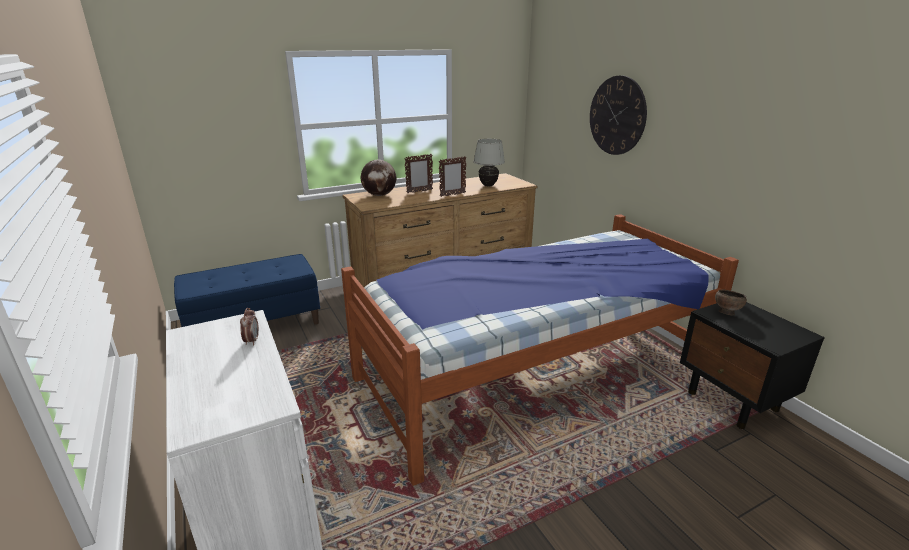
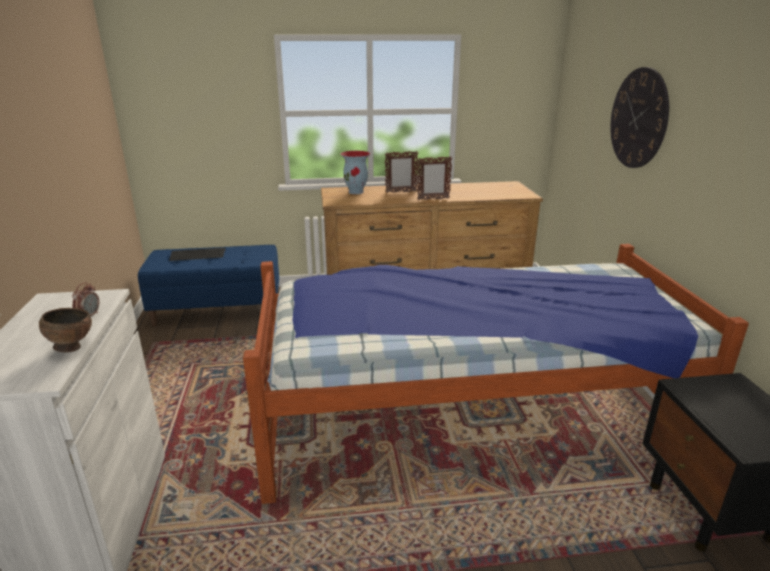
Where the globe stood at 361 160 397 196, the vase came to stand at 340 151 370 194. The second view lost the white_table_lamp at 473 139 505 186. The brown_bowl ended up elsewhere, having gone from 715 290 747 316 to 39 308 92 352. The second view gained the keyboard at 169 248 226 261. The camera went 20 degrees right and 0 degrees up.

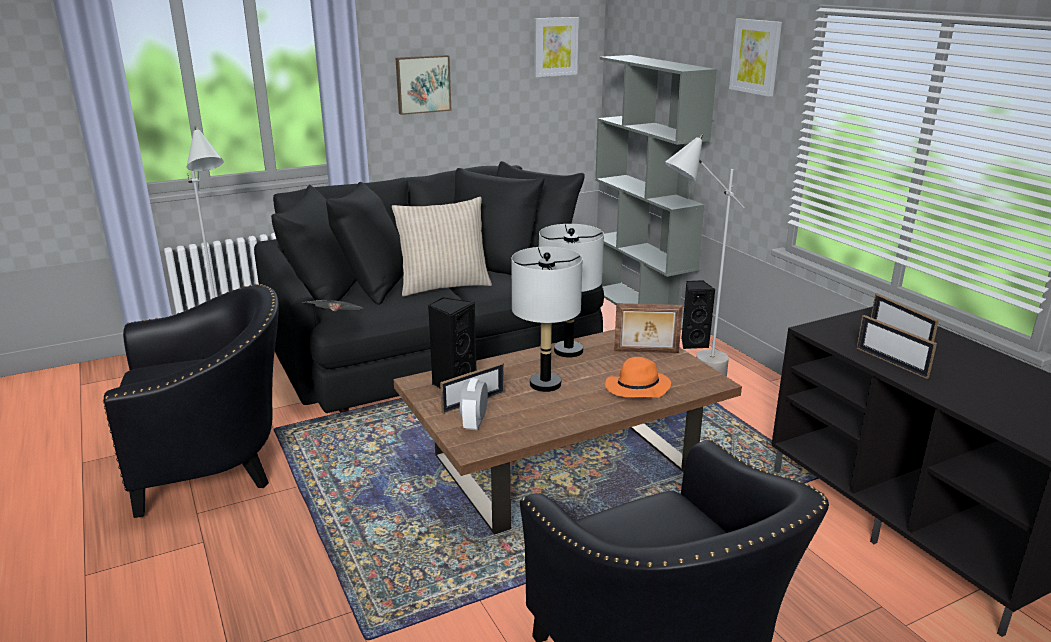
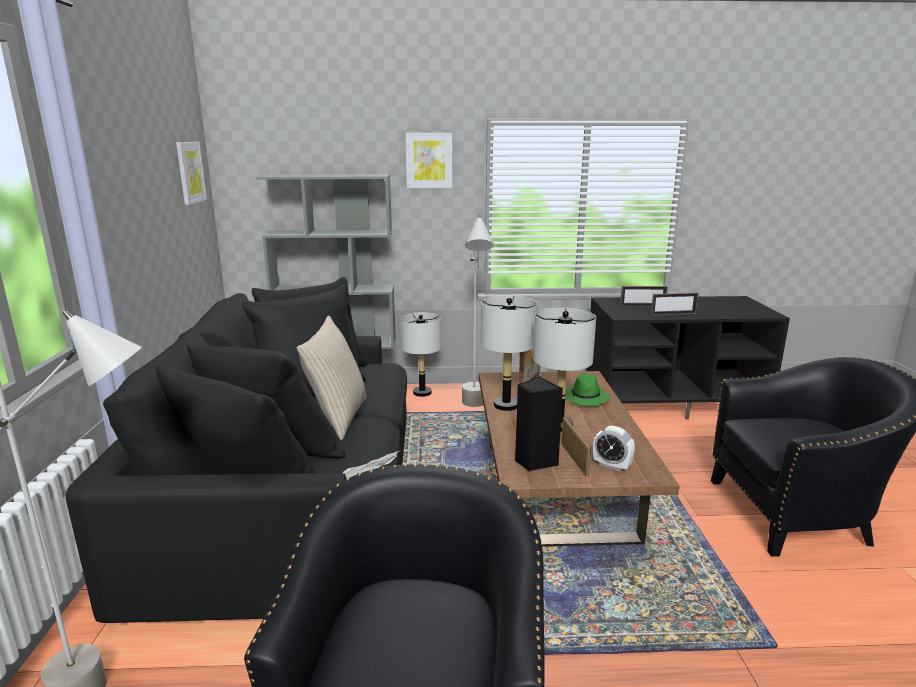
The second view lost the picture at 395 55 452 115. What was the orange_hat at 605 357 671 398 turned into the green_hat at 565 374 610 406. Where the black_speaker stood at 681 280 716 349, the grey_table_lamp came to stand at 401 312 441 397. The camera went 65 degrees left and 5 degrees down.

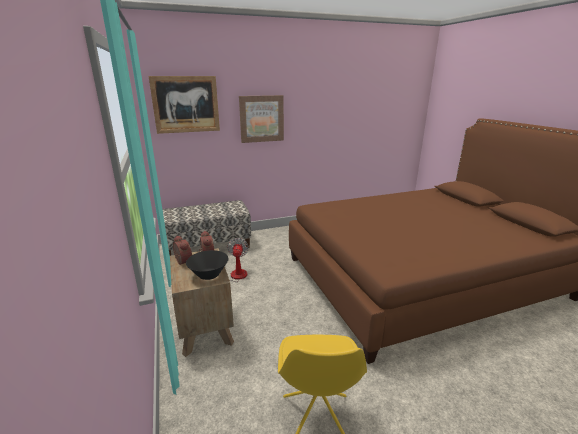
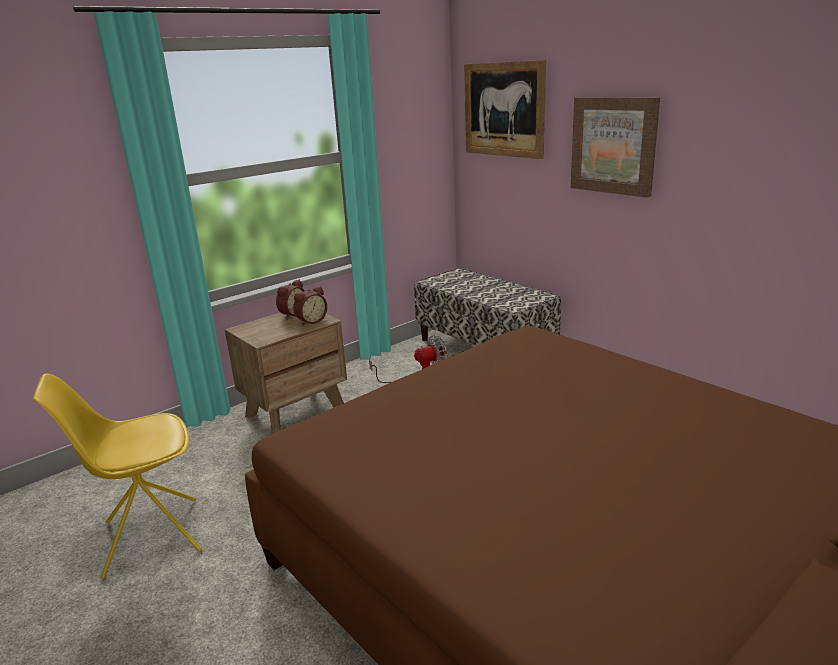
The second view lost the black_bowl at 186 250 229 280. The camera went 70 degrees right and 0 degrees up.

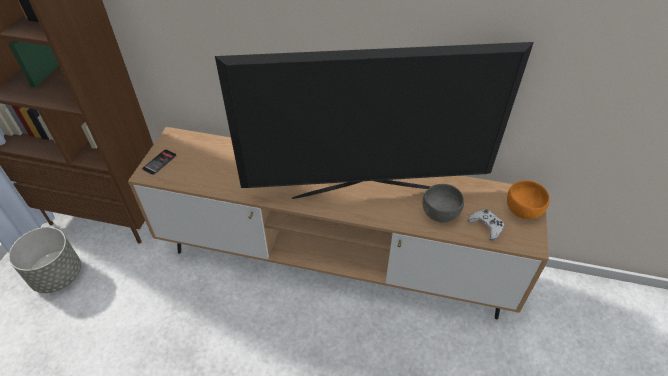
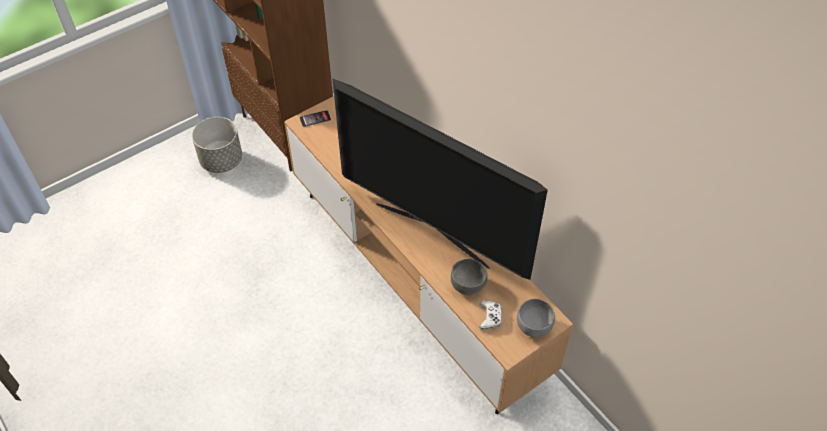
What was the orange_bowl at 507 180 550 219 turned into the grey_bowl at 517 299 555 337. The camera went 40 degrees right and 5 degrees up.

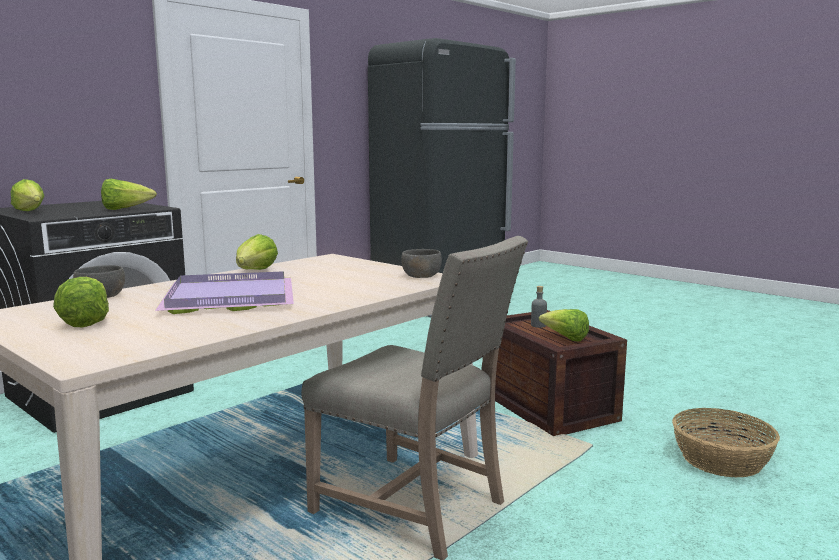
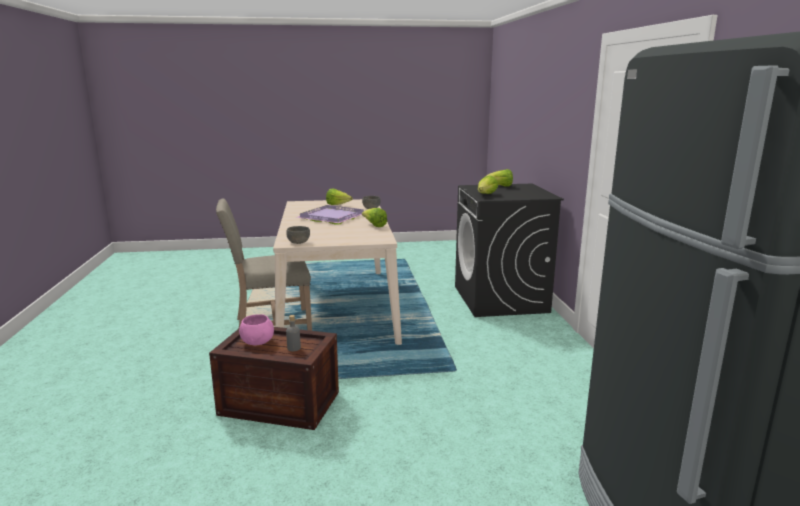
Where the lettuce stood at 539 309 589 342, the pink_bowl came to stand at 239 314 274 345. The second view lost the basket at 672 408 780 477. The camera went 130 degrees right and 5 degrees up.

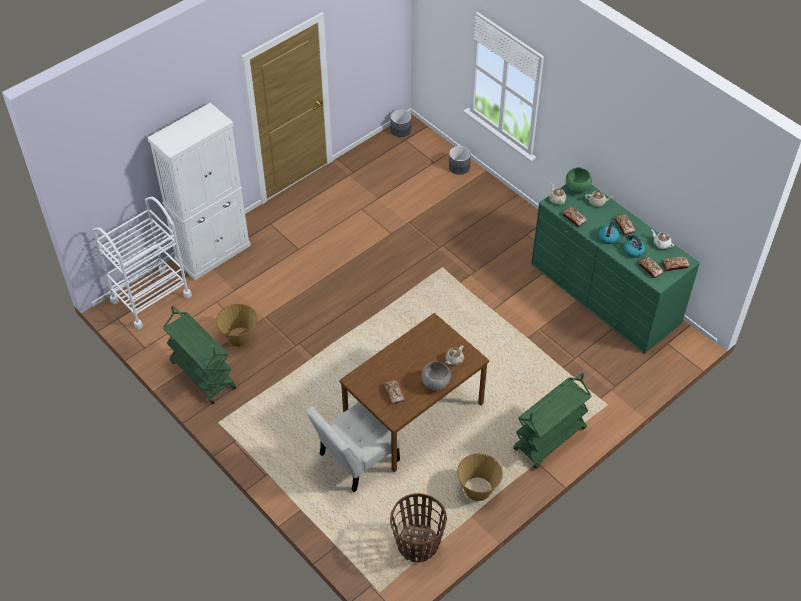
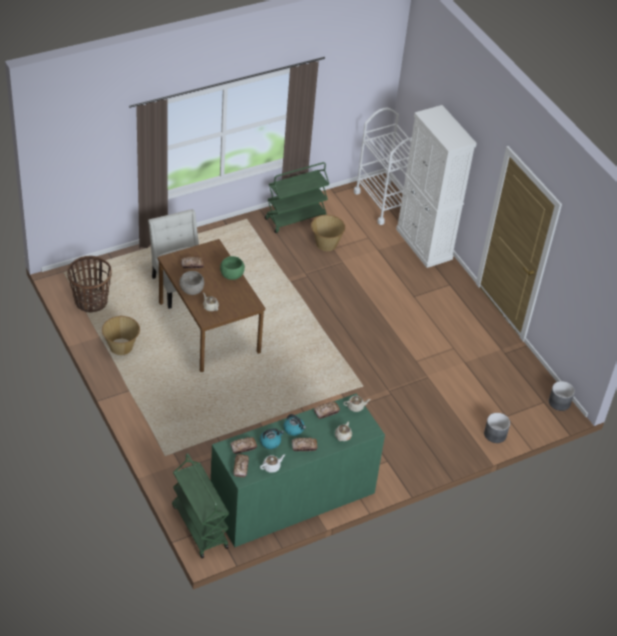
The green_cart ended up elsewhere, having gone from 513 373 592 469 to 172 453 229 558. The green_bowl ended up elsewhere, having gone from 566 167 592 193 to 220 256 245 280. The camera went 100 degrees right and 5 degrees down.

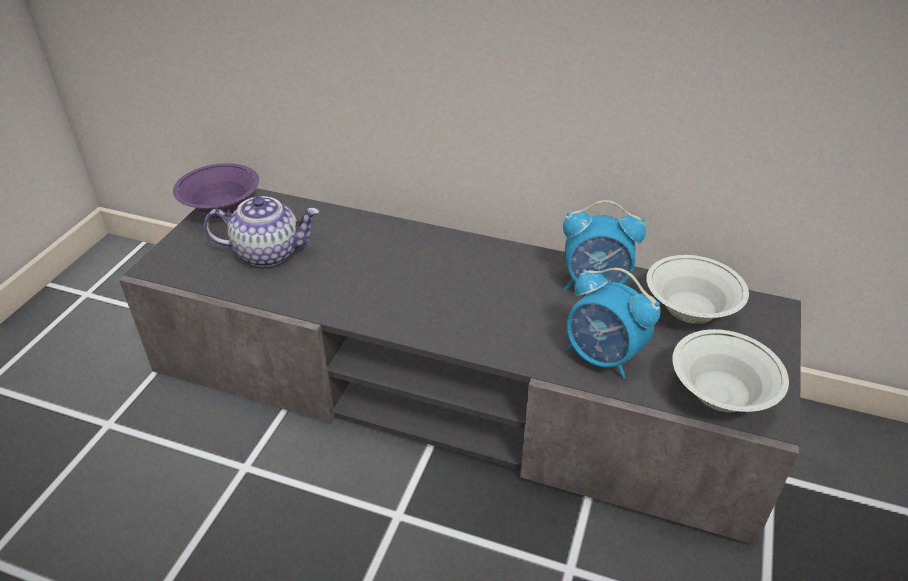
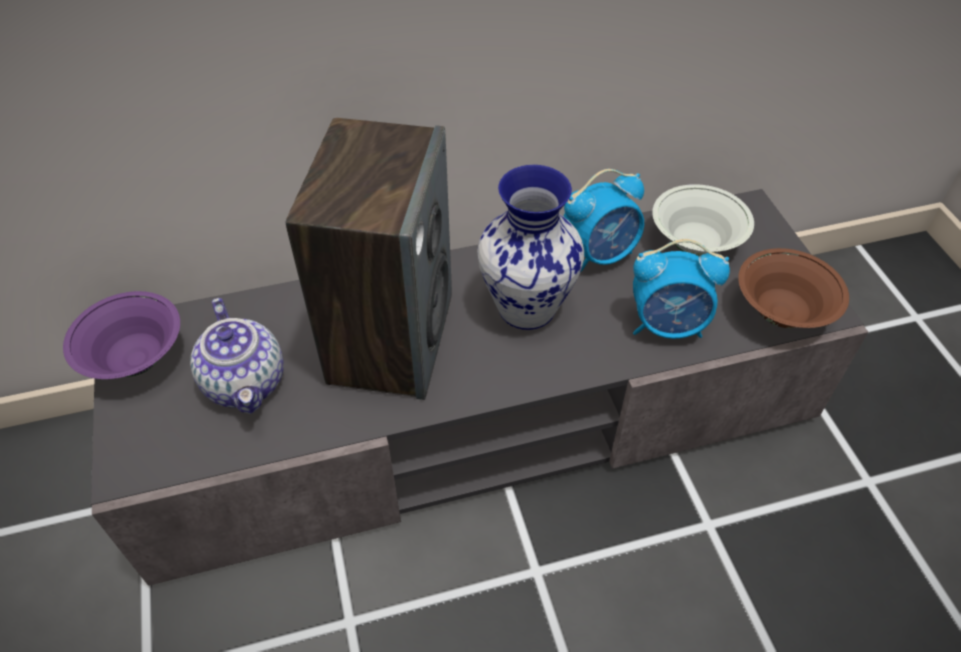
The teapot at 204 196 319 267 ended up facing another way, 105 degrees clockwise from before. What was the white_bowl at 672 329 789 413 turned into the brown_bowl at 738 248 849 328. The second view gained the speaker at 286 118 452 400. The second view gained the vase at 477 165 584 330. The camera went 35 degrees left and 10 degrees up.

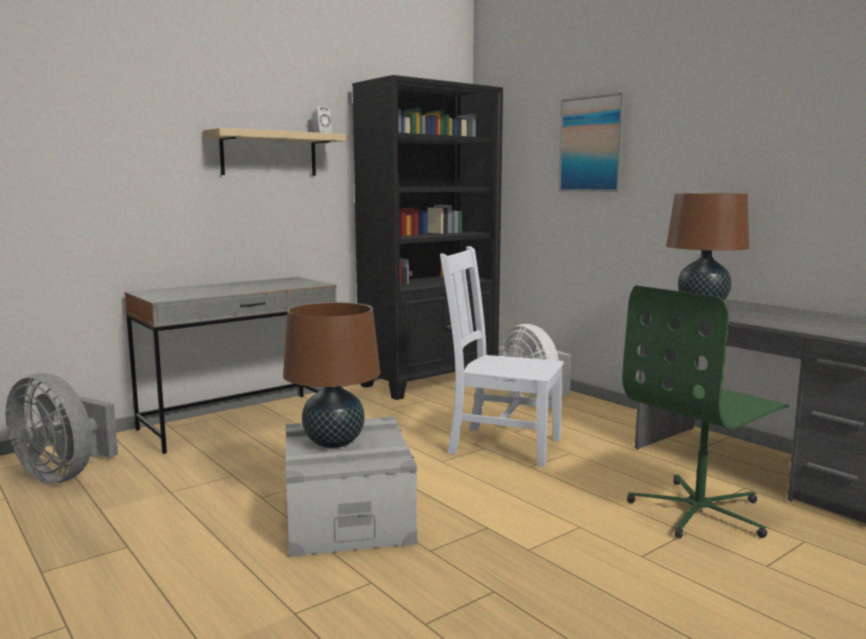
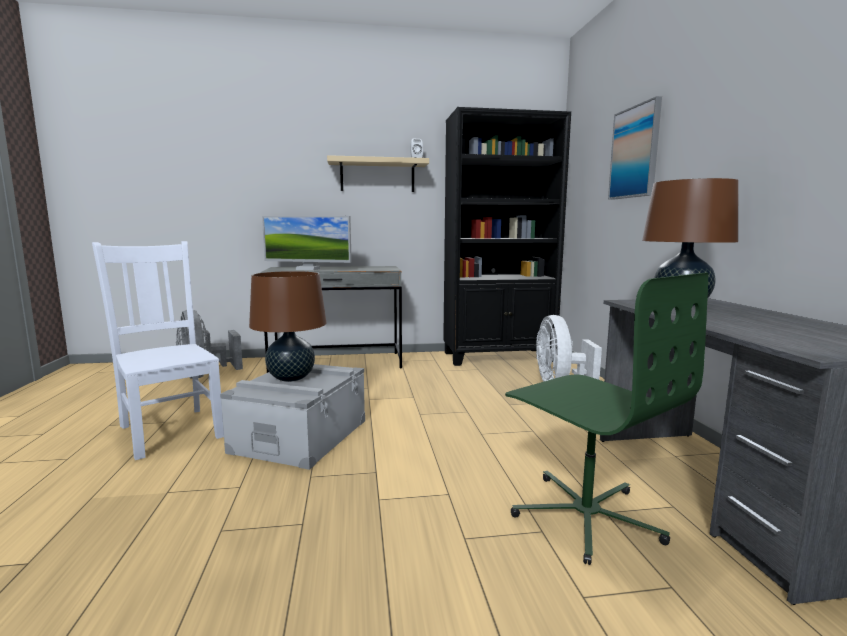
The white_chair ended up elsewhere, having gone from 440 246 564 467 to 92 241 224 460. The green_office_chair at 622 285 789 538 ended up facing another way, 120 degrees counterclockwise from before. The second view gained the monitor at 262 216 352 270. The camera went 30 degrees right and 0 degrees up.

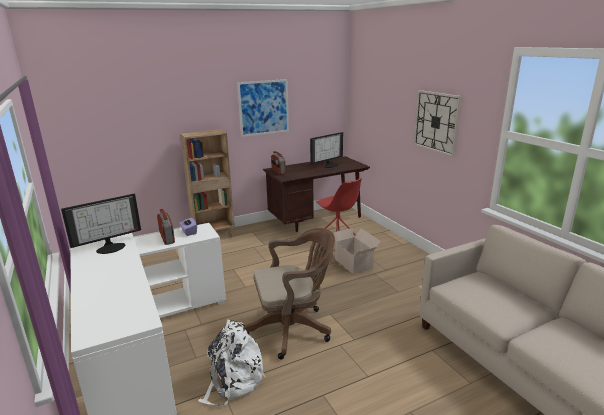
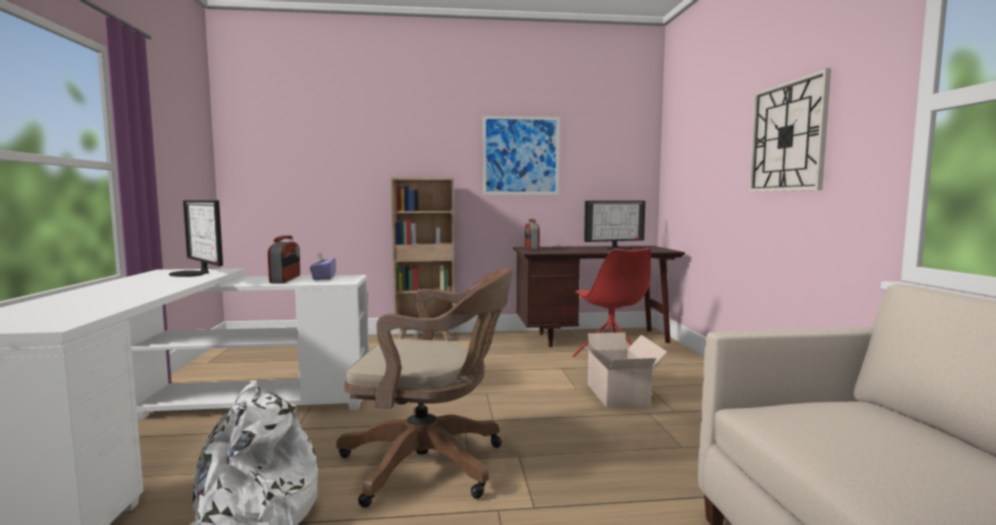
The monitor at 61 194 141 254 ended up facing another way, 60 degrees clockwise from before. The camera went 20 degrees right and 15 degrees down.

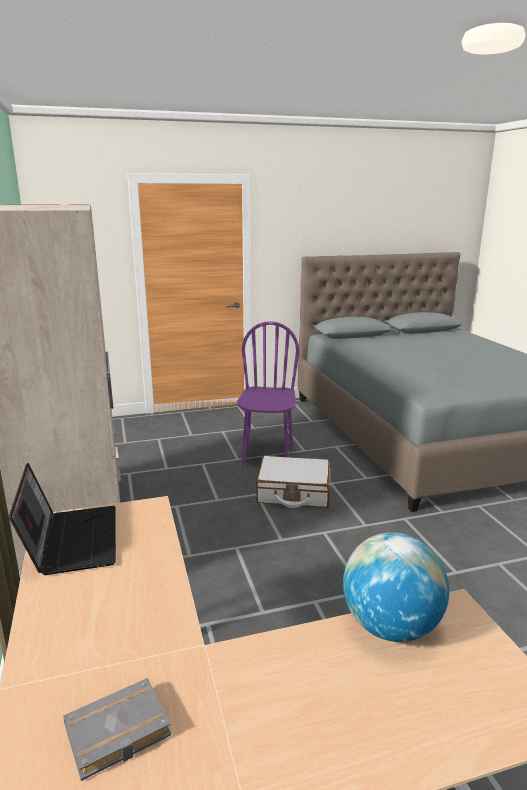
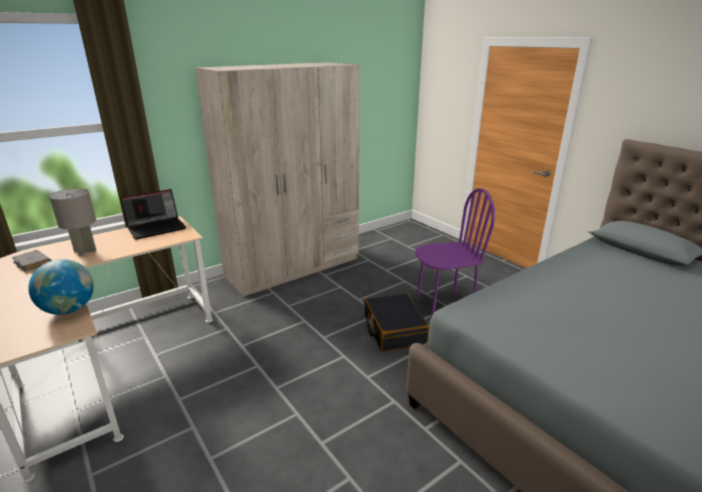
What was the white_suitcase at 256 456 330 508 turned into the black_suitcase at 364 293 429 352. The second view gained the grey_table_lamp at 49 188 97 256. The camera went 70 degrees right and 5 degrees up.

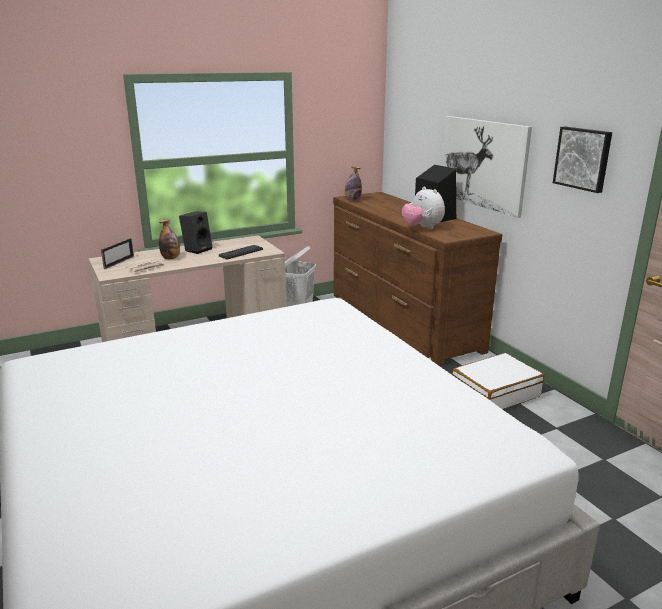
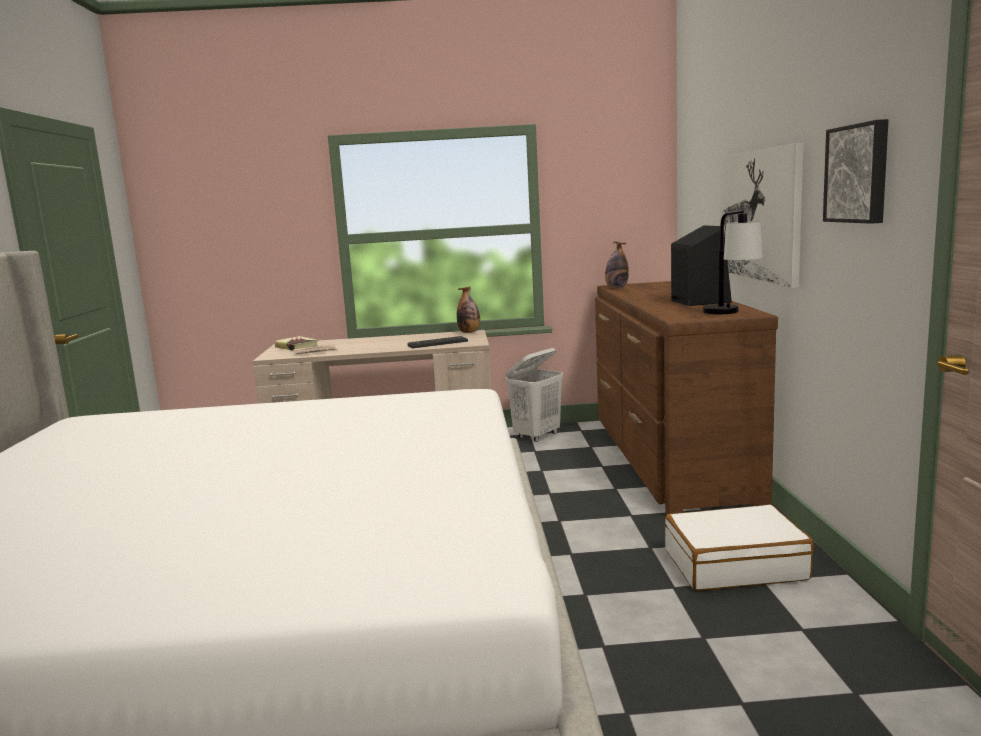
Where the picture_frame stood at 101 238 134 269, the book came to stand at 275 336 318 351. The bottle ended up elsewhere, having gone from 159 219 180 259 to 457 286 480 333. The second view lost the black_speaker at 179 212 213 254. The second view lost the plush_toy at 402 186 445 229. The second view gained the table_lamp at 703 210 763 314. The camera went 25 degrees right and 10 degrees down.

